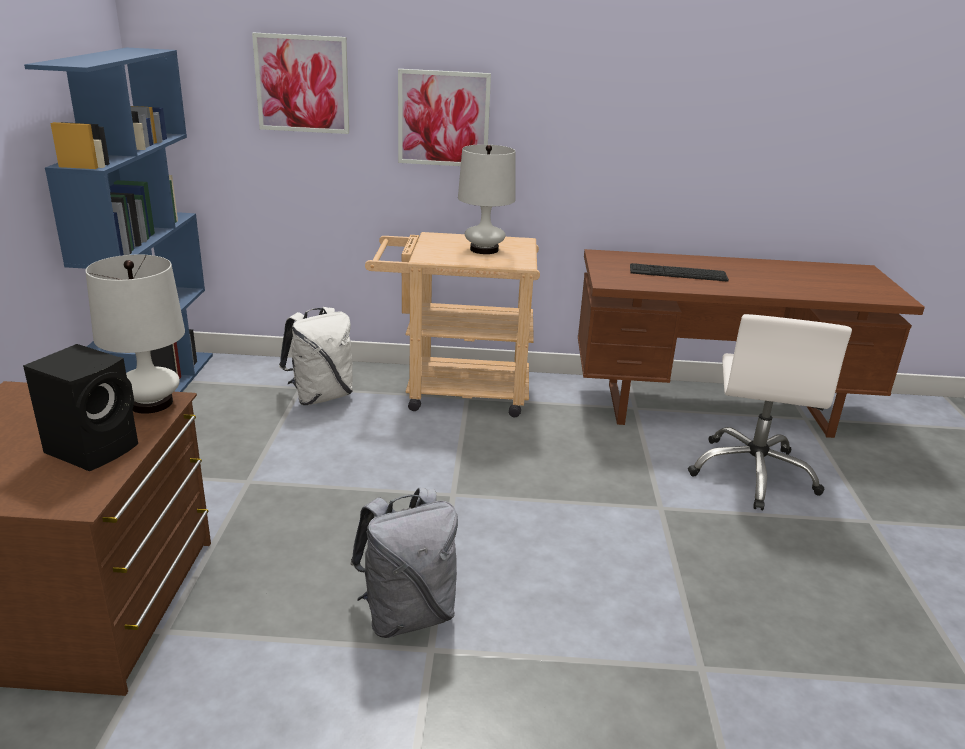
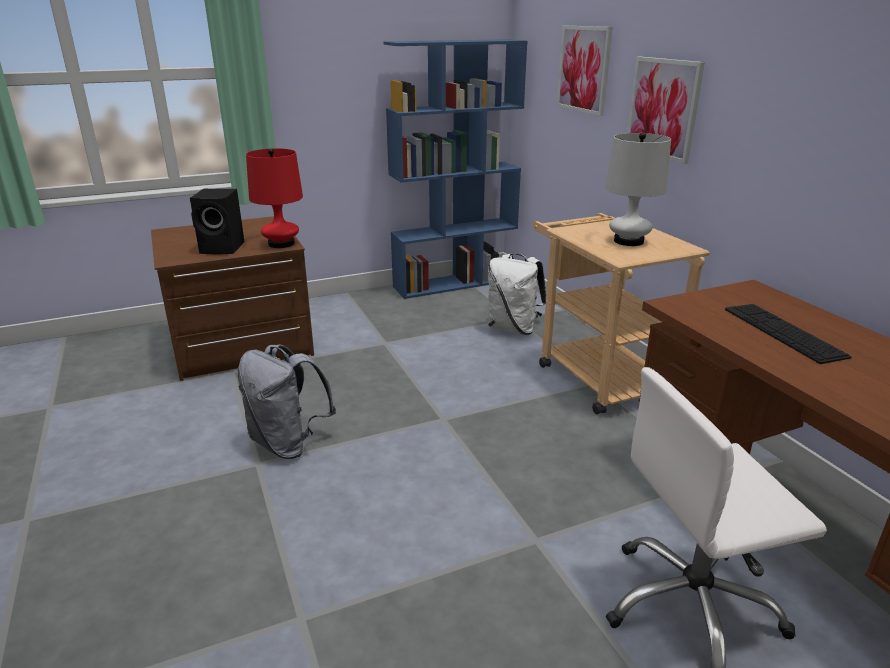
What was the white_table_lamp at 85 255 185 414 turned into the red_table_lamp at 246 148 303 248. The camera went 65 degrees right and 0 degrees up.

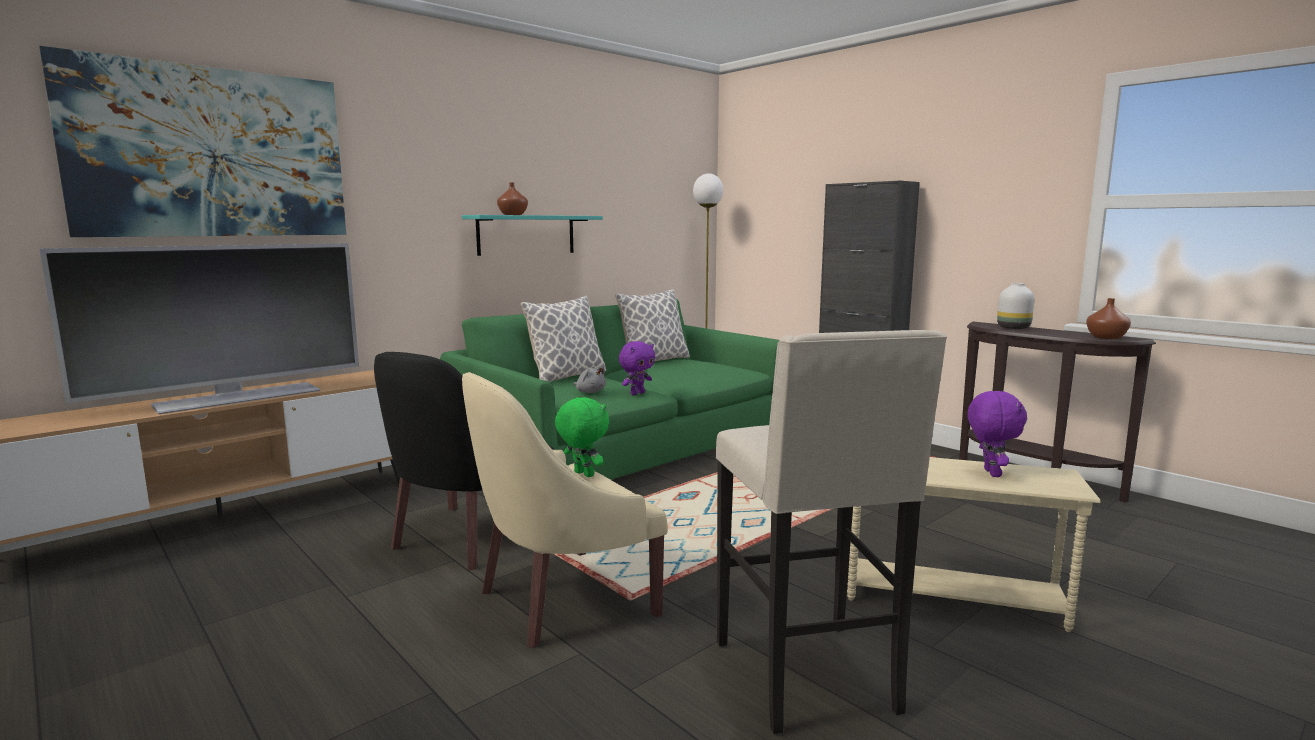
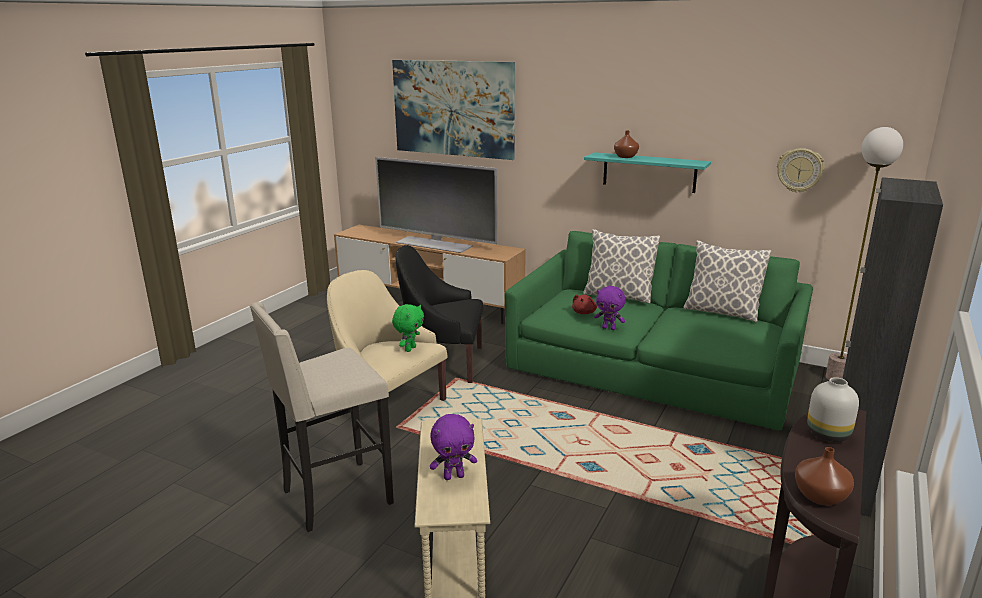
What was the grey_plush_toy at 573 366 606 393 turned into the red_plush_toy at 572 294 597 314. The second view gained the wall_clock at 777 148 825 193. The camera went 70 degrees right and 10 degrees up.

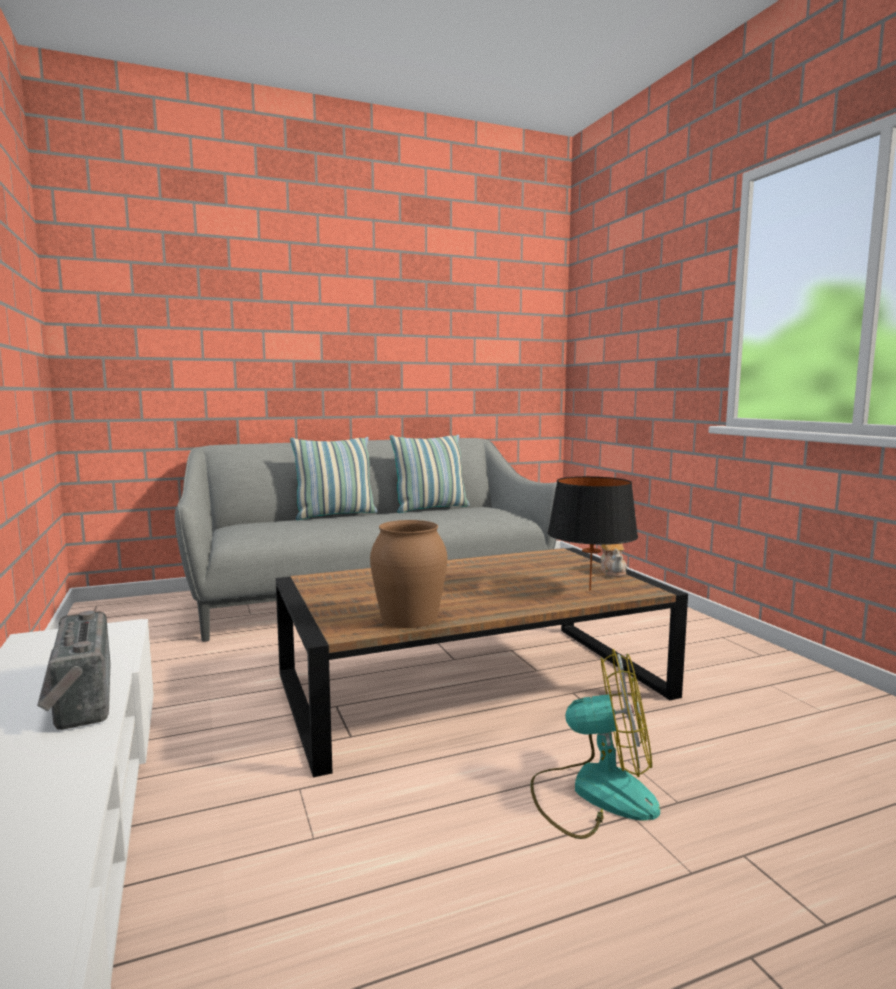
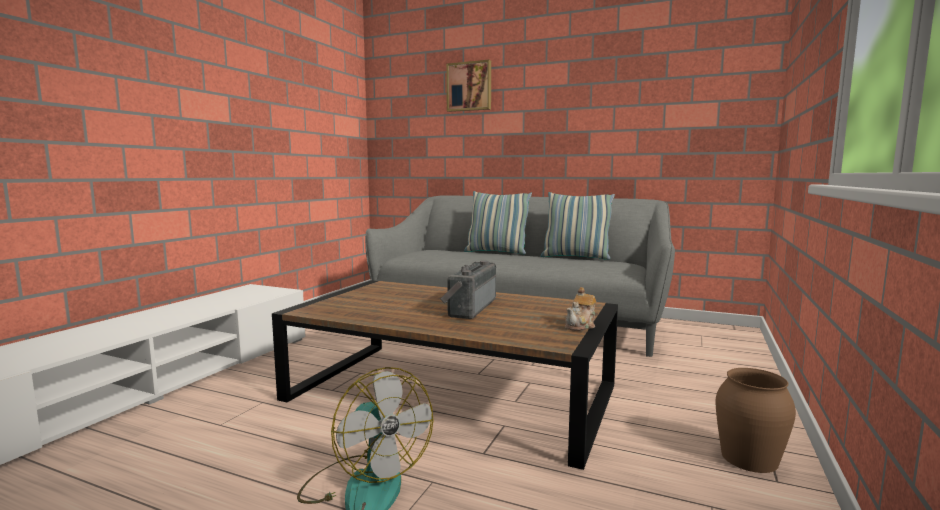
The radio ended up elsewhere, having gone from 37 611 111 730 to 440 261 496 319. The brown_vase ended up elsewhere, having gone from 370 520 448 628 to 715 368 796 473. The second view lost the black_table_lamp at 547 476 638 591. The second view gained the picture at 446 60 491 112. The camera went 45 degrees right and 0 degrees up.

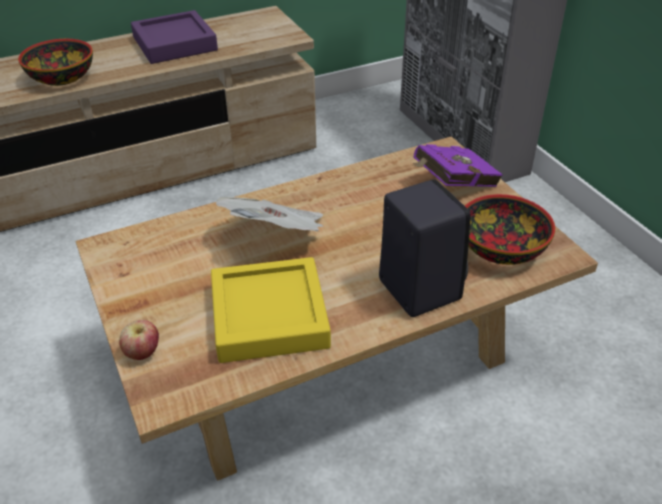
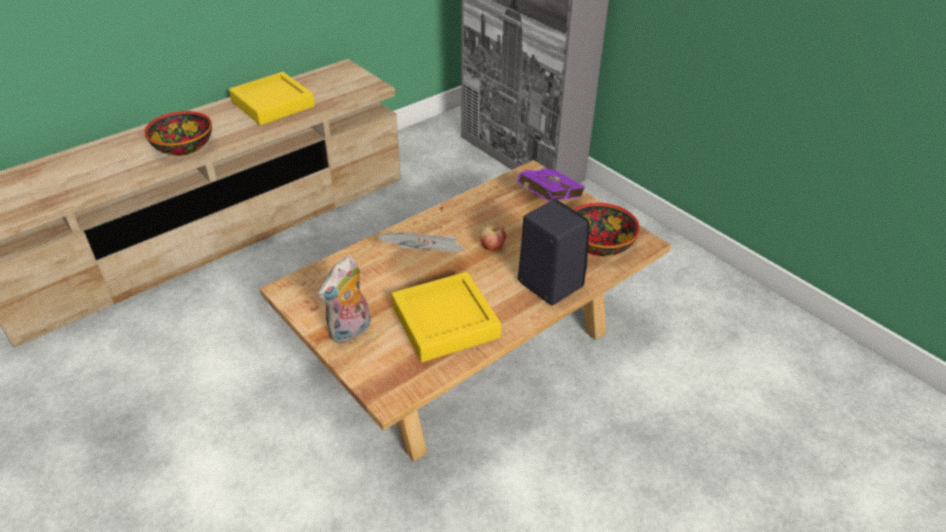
The apple ended up elsewhere, having gone from 119 320 159 360 to 480 224 506 251. What was the purple_tray at 131 10 218 64 turned into the yellow_tray at 229 72 315 125. The second view gained the plush_toy at 318 257 370 344. The camera went 15 degrees left and 0 degrees up.

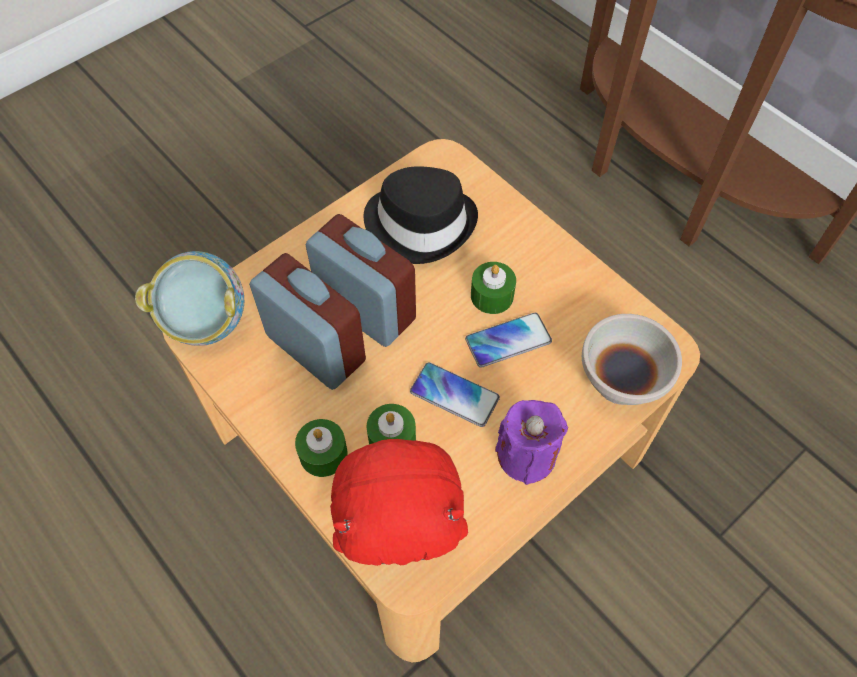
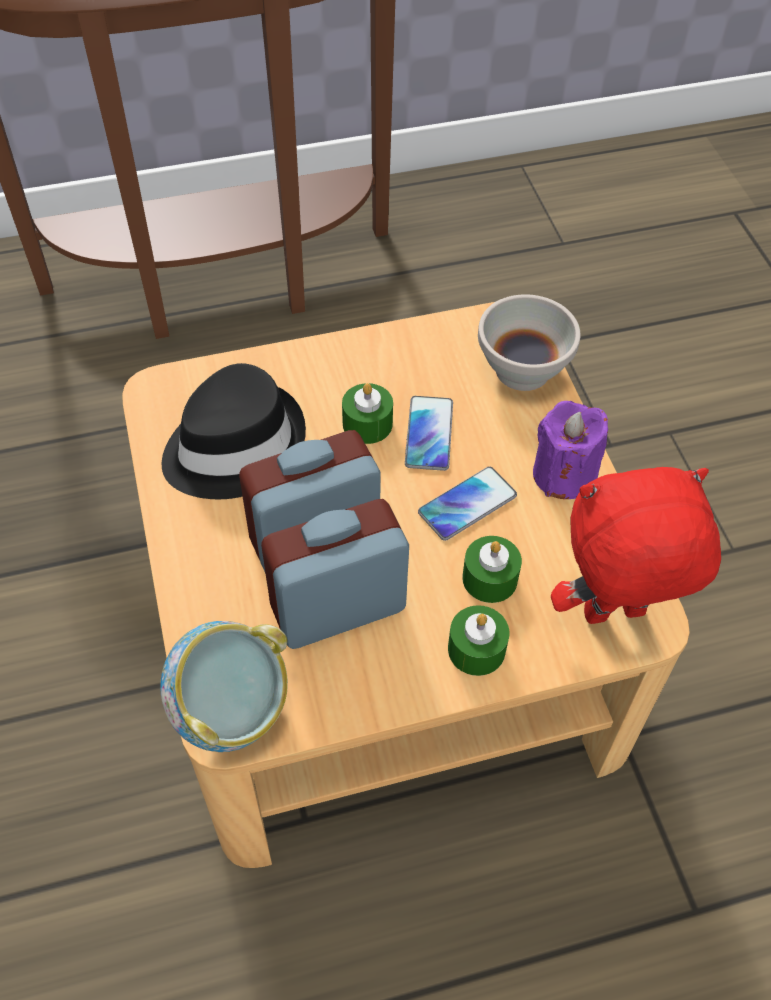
The red_plush_toy at 330 439 468 566 ended up facing another way, 120 degrees counterclockwise from before. The camera went 65 degrees left and 5 degrees down.

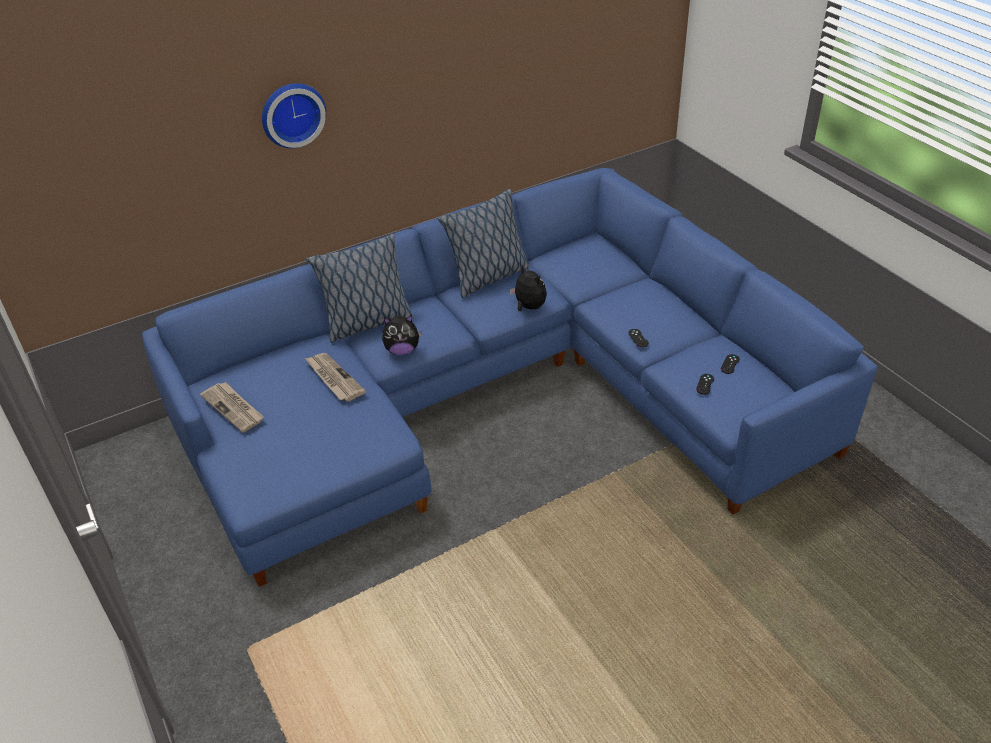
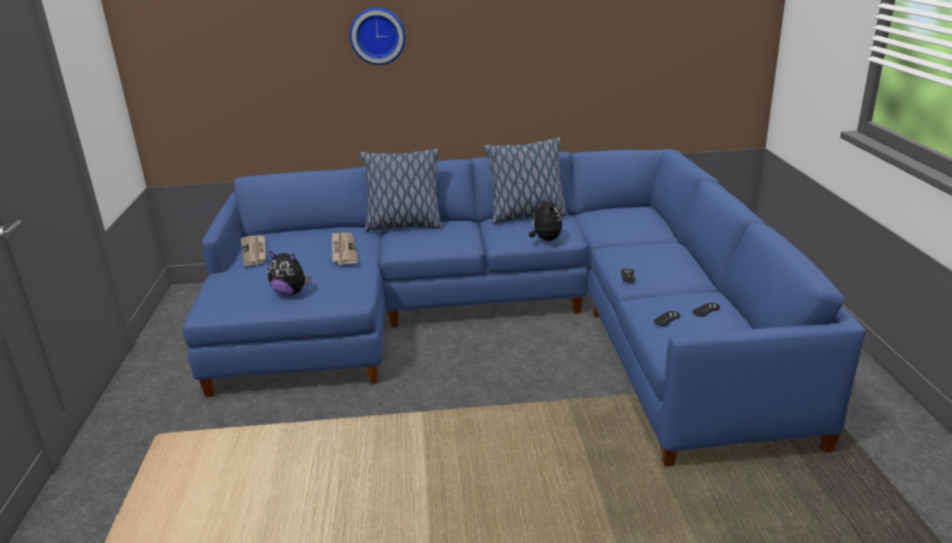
The plush_toy ended up elsewhere, having gone from 382 315 422 355 to 268 250 312 296. The camera went 25 degrees right and 15 degrees down.

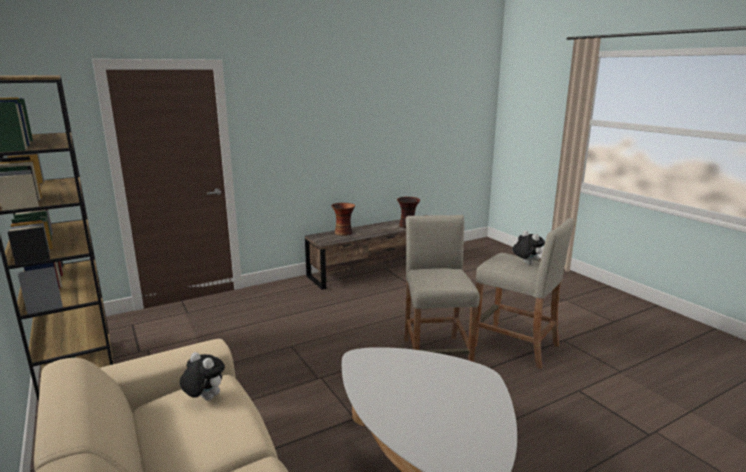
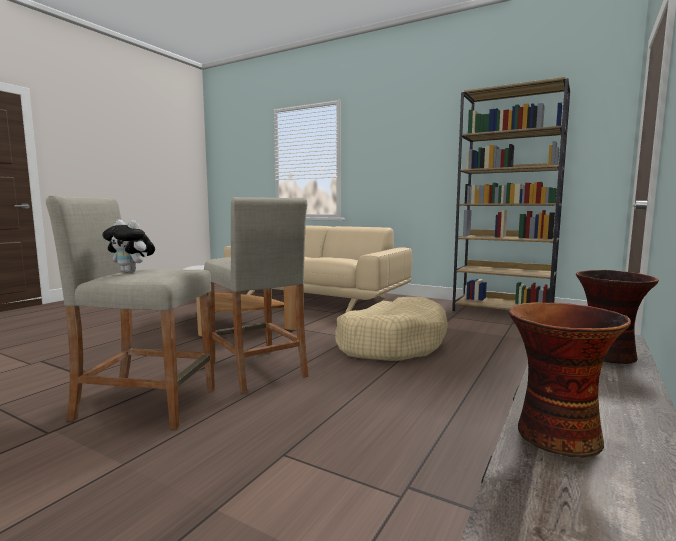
The second view lost the plush_toy at 179 352 225 400. The second view gained the beige_dog_bed at 335 297 448 361. The camera went 150 degrees right and 10 degrees down.

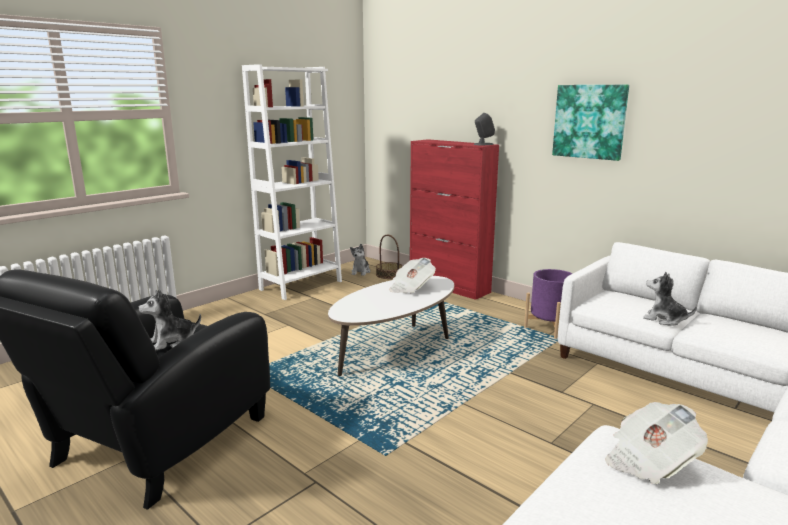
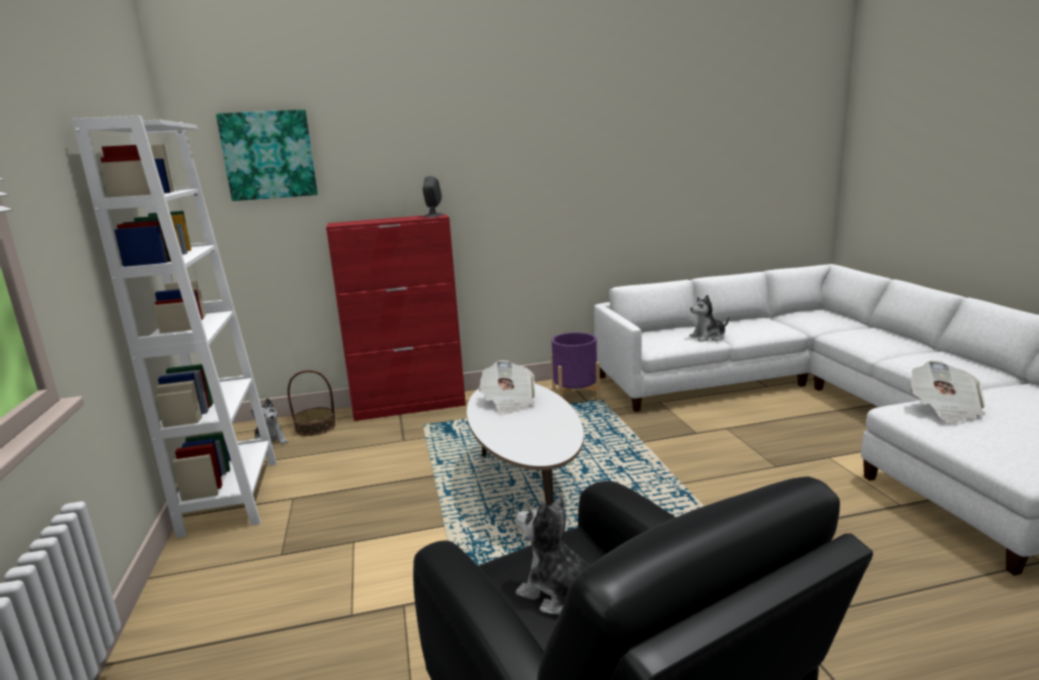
The plush_toy at 138 289 201 350 ended up facing another way, 120 degrees clockwise from before. The picture ended up elsewhere, having gone from 552 85 629 161 to 216 109 318 201. The camera went 55 degrees left and 0 degrees up.

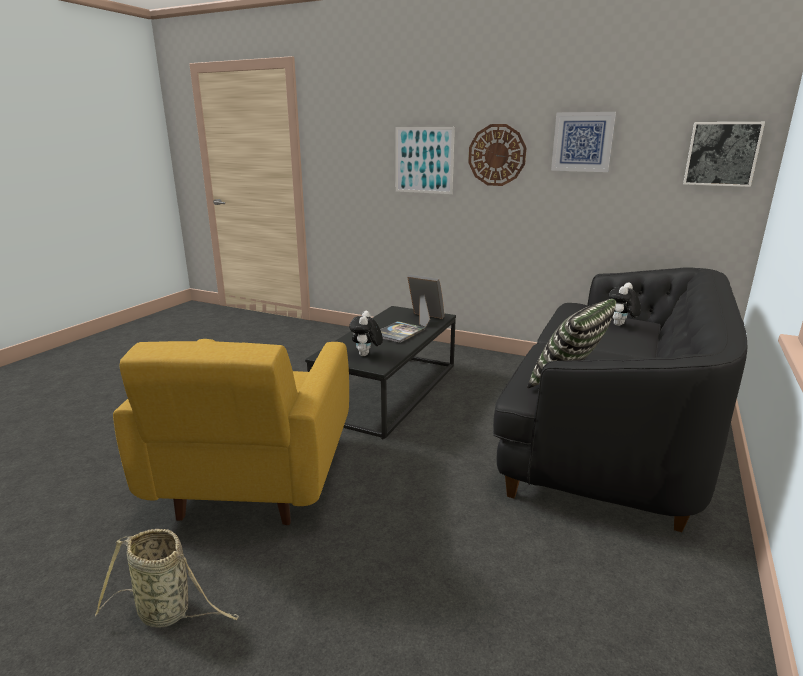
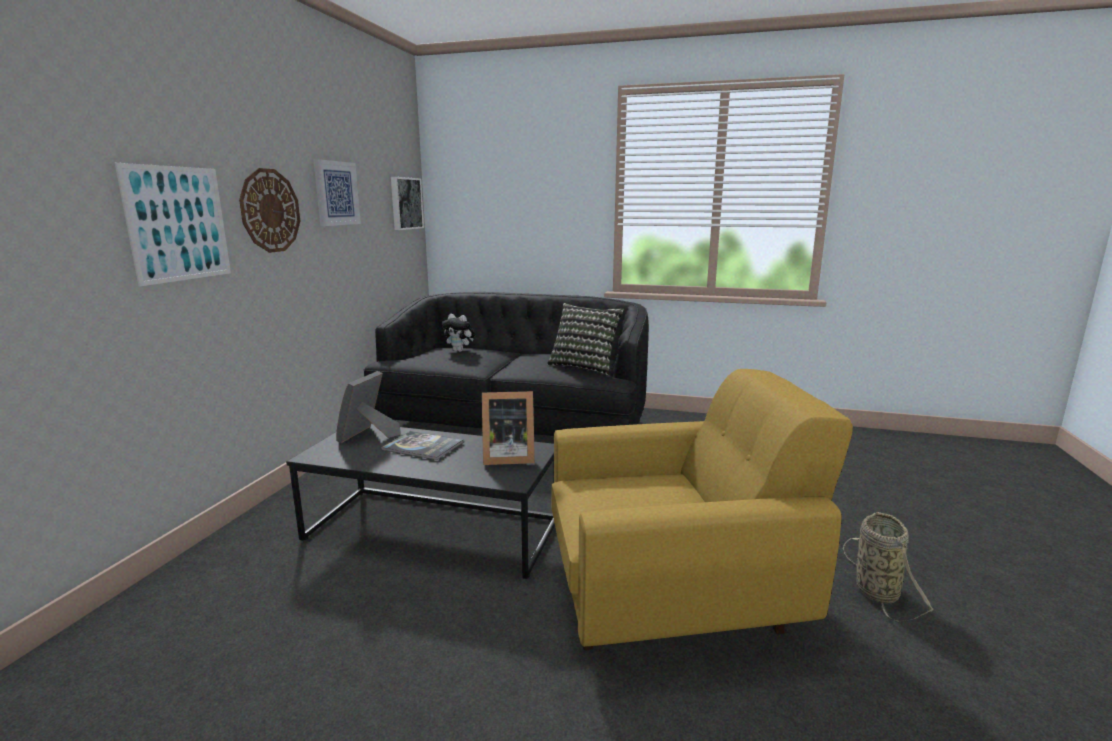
Where the plush_toy stood at 349 311 383 356, the picture_frame came to stand at 482 391 535 465. The camera went 100 degrees left and 5 degrees down.

